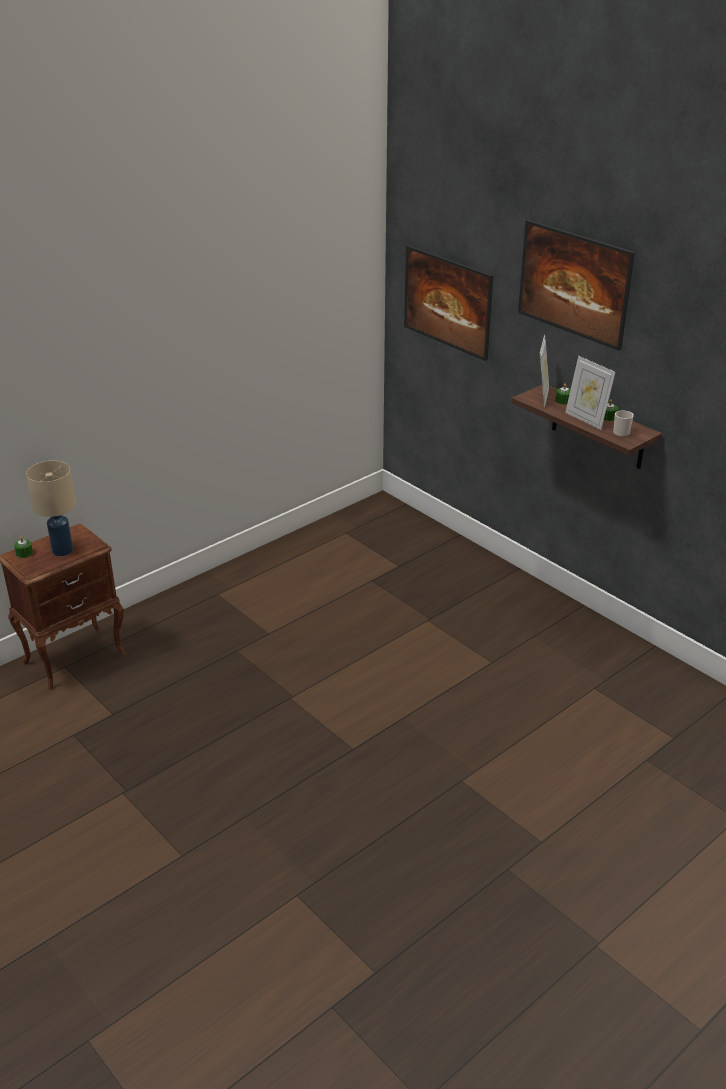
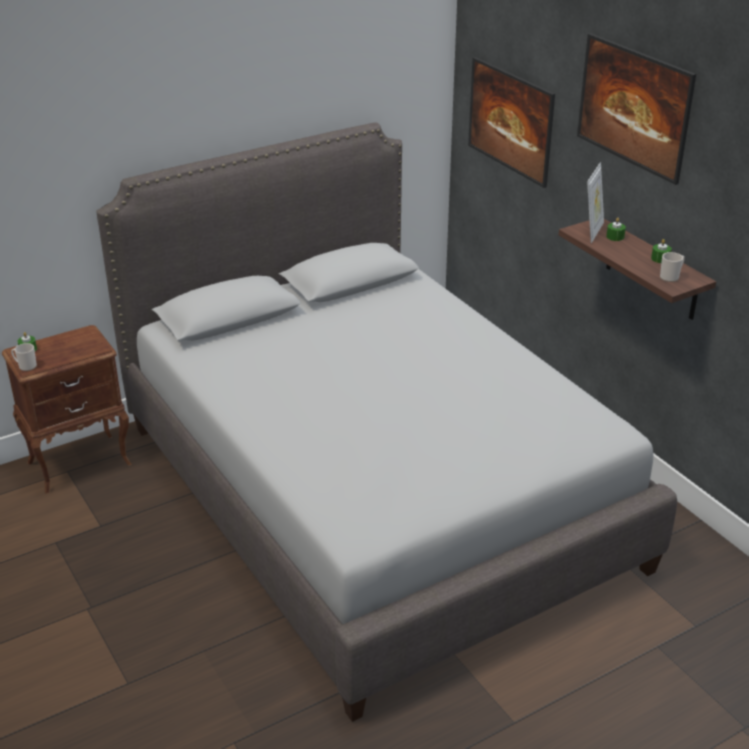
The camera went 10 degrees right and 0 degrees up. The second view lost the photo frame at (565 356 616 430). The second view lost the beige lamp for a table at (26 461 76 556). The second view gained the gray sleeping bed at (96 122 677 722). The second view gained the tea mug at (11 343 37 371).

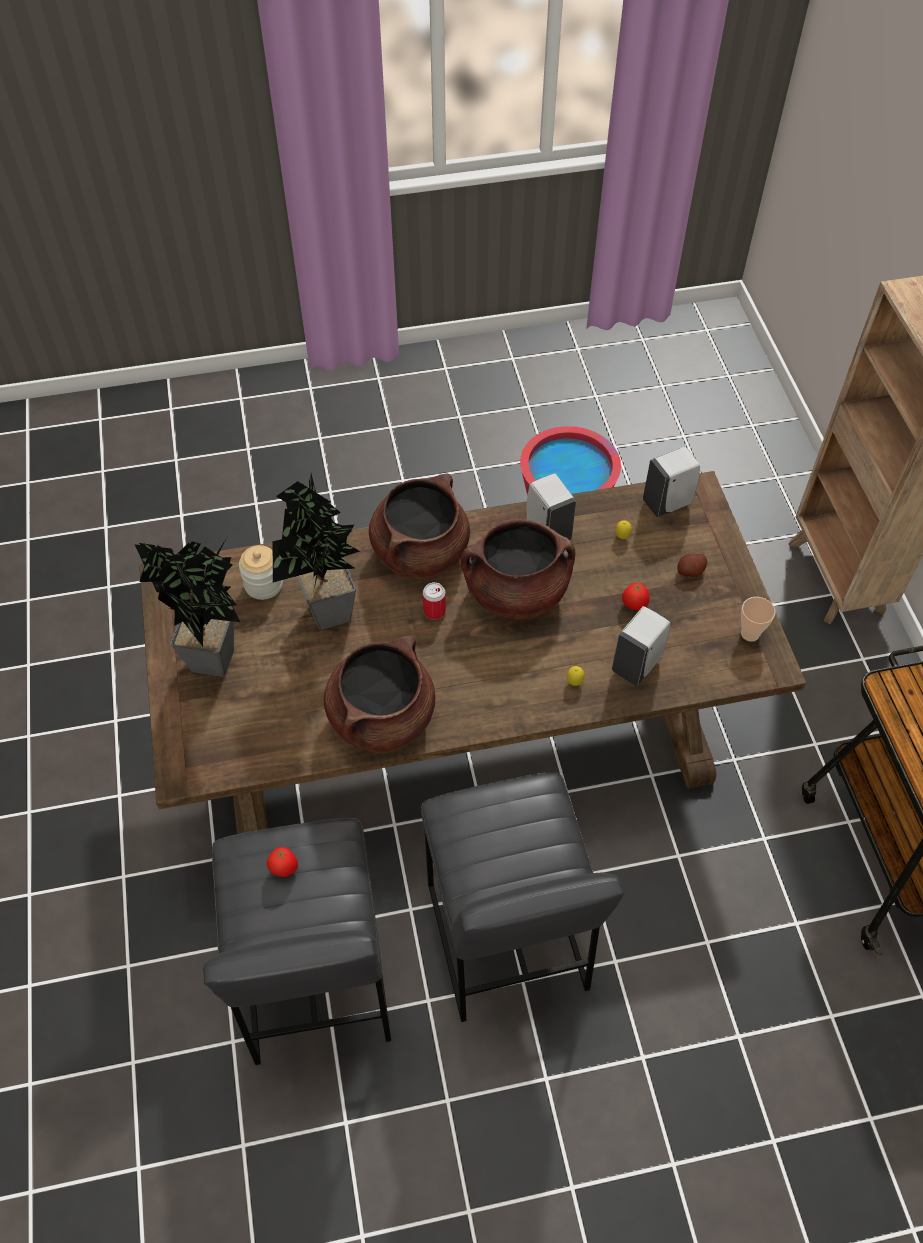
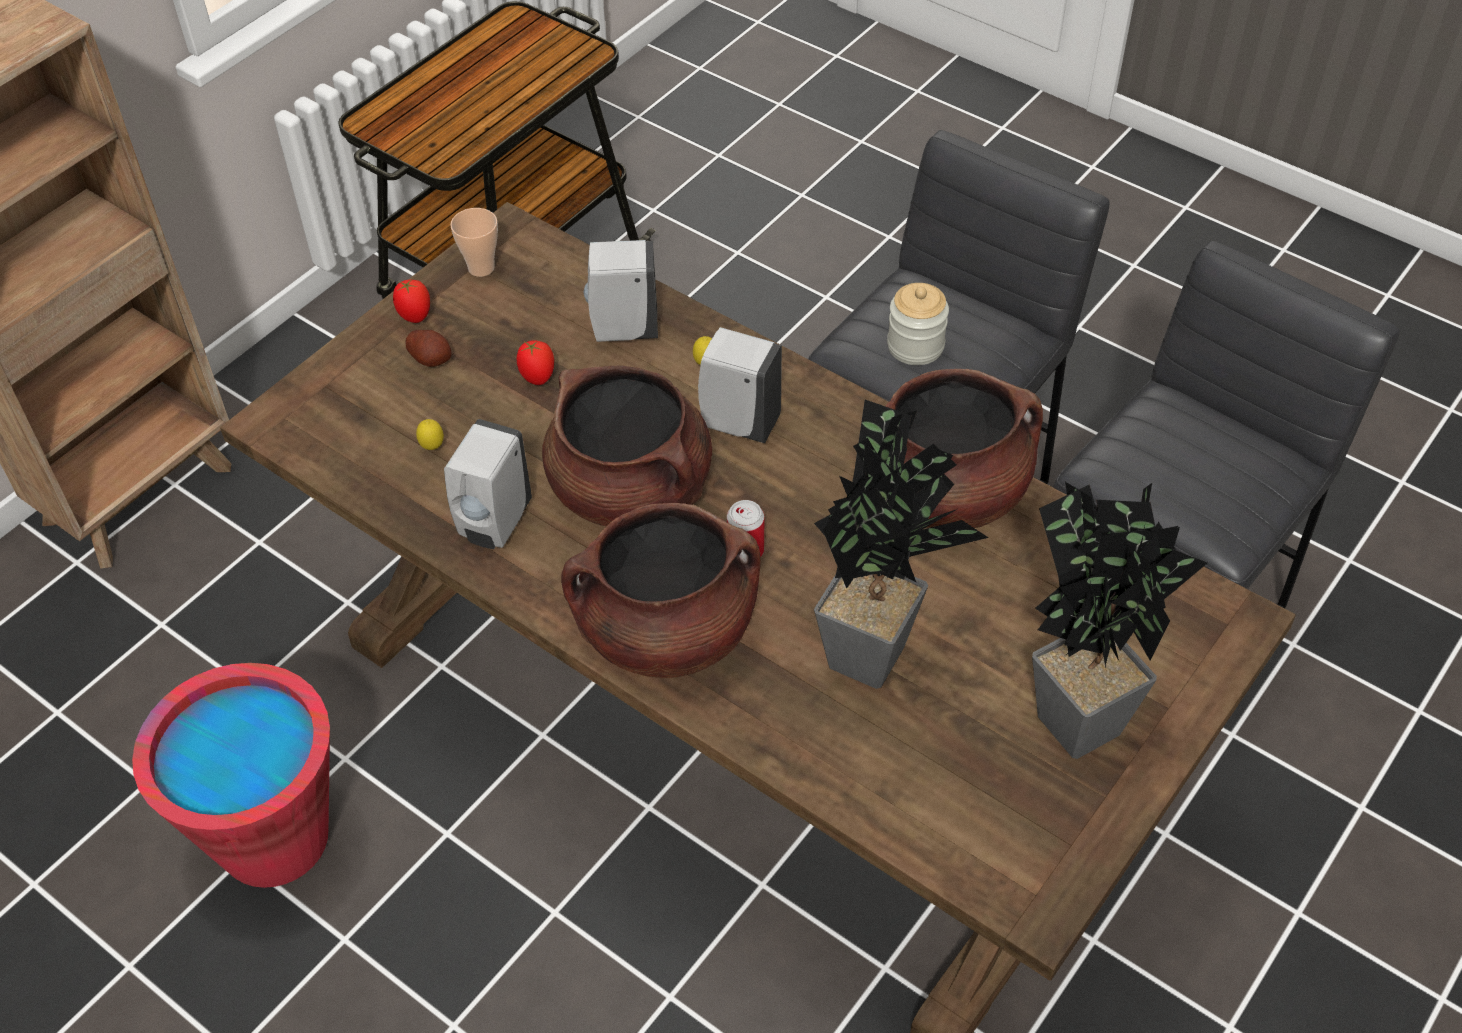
The camera went 130 degrees left and 5 degrees down. The white-coloured soap bottle ended up elsewhere, having gone from (643 446 700 517) to (698 327 782 443). The preserve jar ended up elsewhere, having gone from (239 545 283 600) to (887 283 949 365). The tomato ended up elsewhere, having gone from (267 847 298 877) to (393 280 430 323).

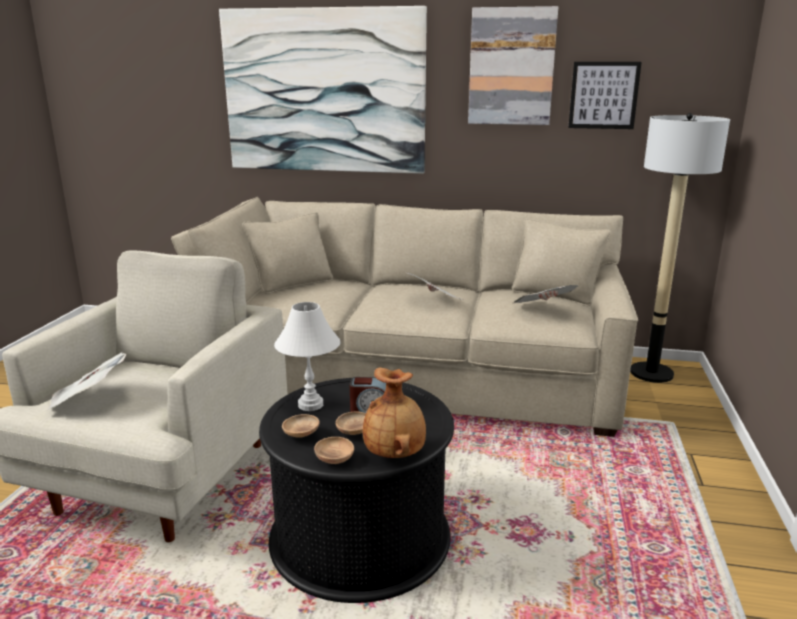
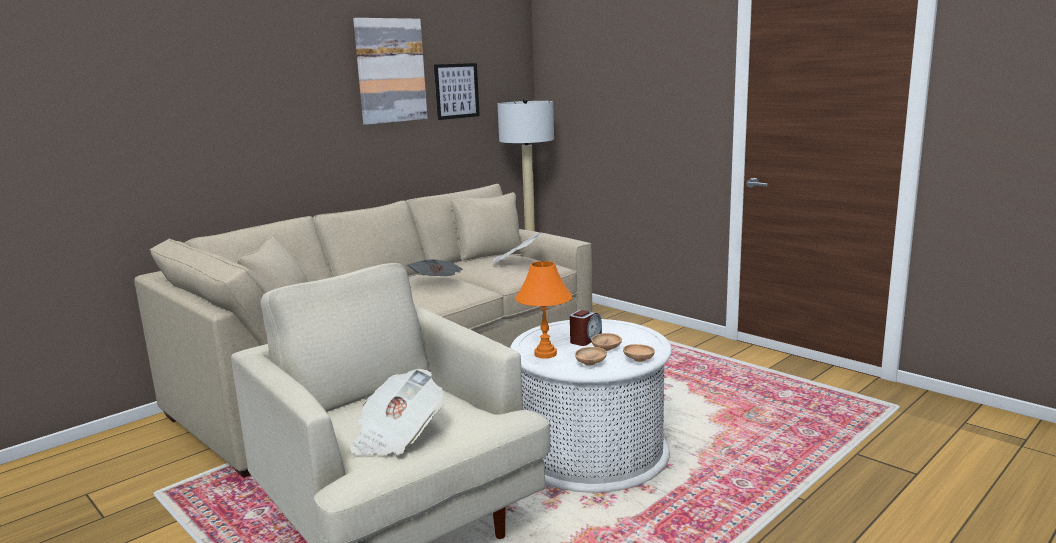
The camera went 55 degrees left and 5 degrees down. The second view lost the picture at (219 6 427 174). What was the white-coloured lamp for a table at (274 302 341 411) turned into the orangey lamp for a table at (515 261 573 359). The second view lost the brown-coloured decorative vase at (363 367 426 458). What was the black-coloured lounge table at (259 378 454 603) turned into the white-coloured lounge table at (510 319 672 493).

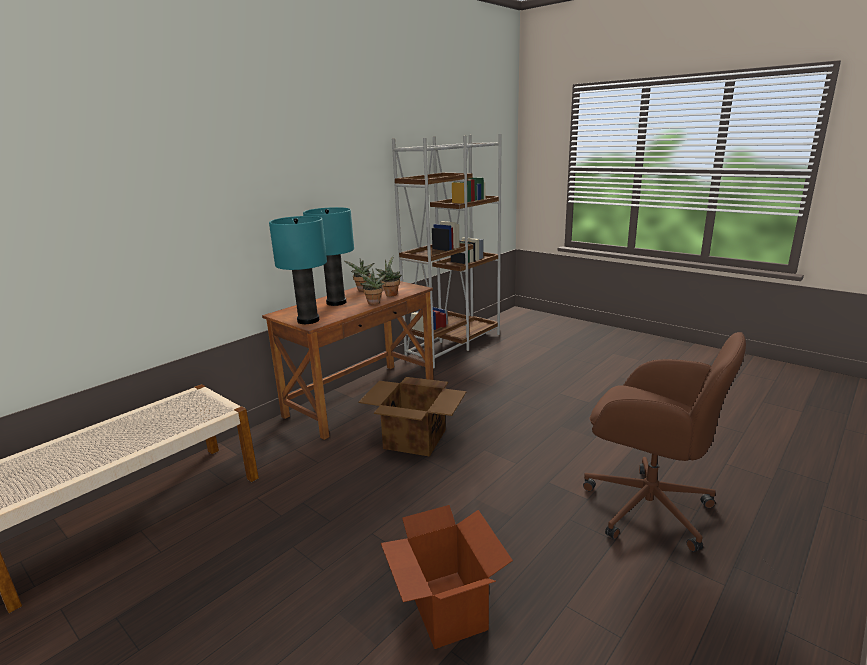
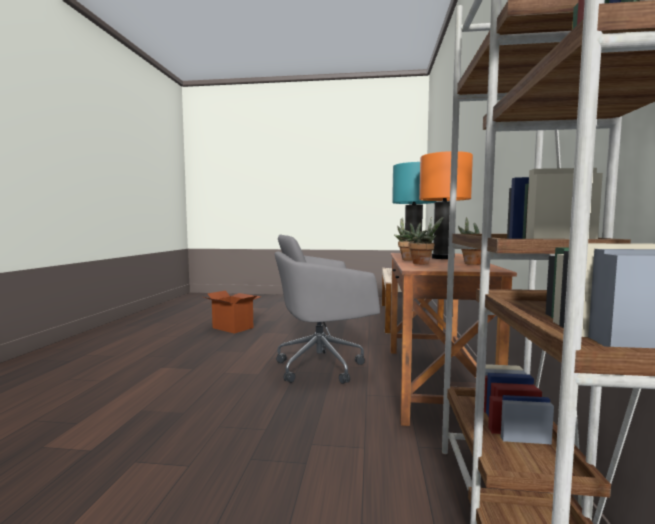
The camera went 145 degrees right and 15 degrees down. What was the blue-green lamp for a table at (303 207 354 306) turned into the orangey lamp for a table at (419 151 473 259). The second view lost the brown-coloured office chair at (583 332 746 552). Where the packing box stood at (359 377 466 457), the gray office chair came to stand at (275 234 380 384).

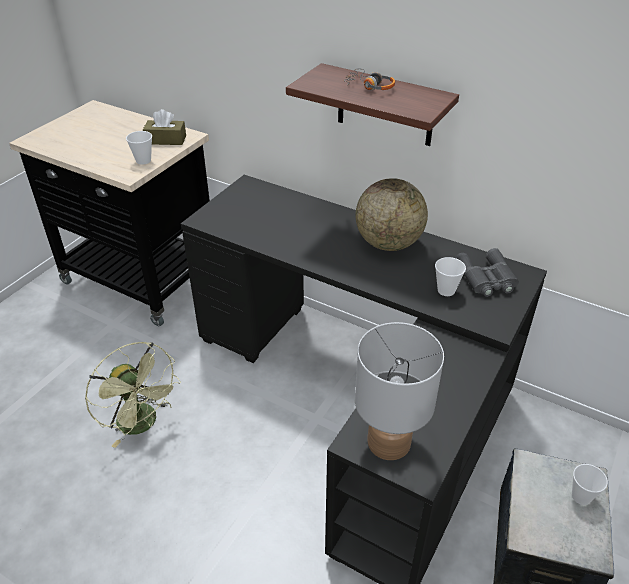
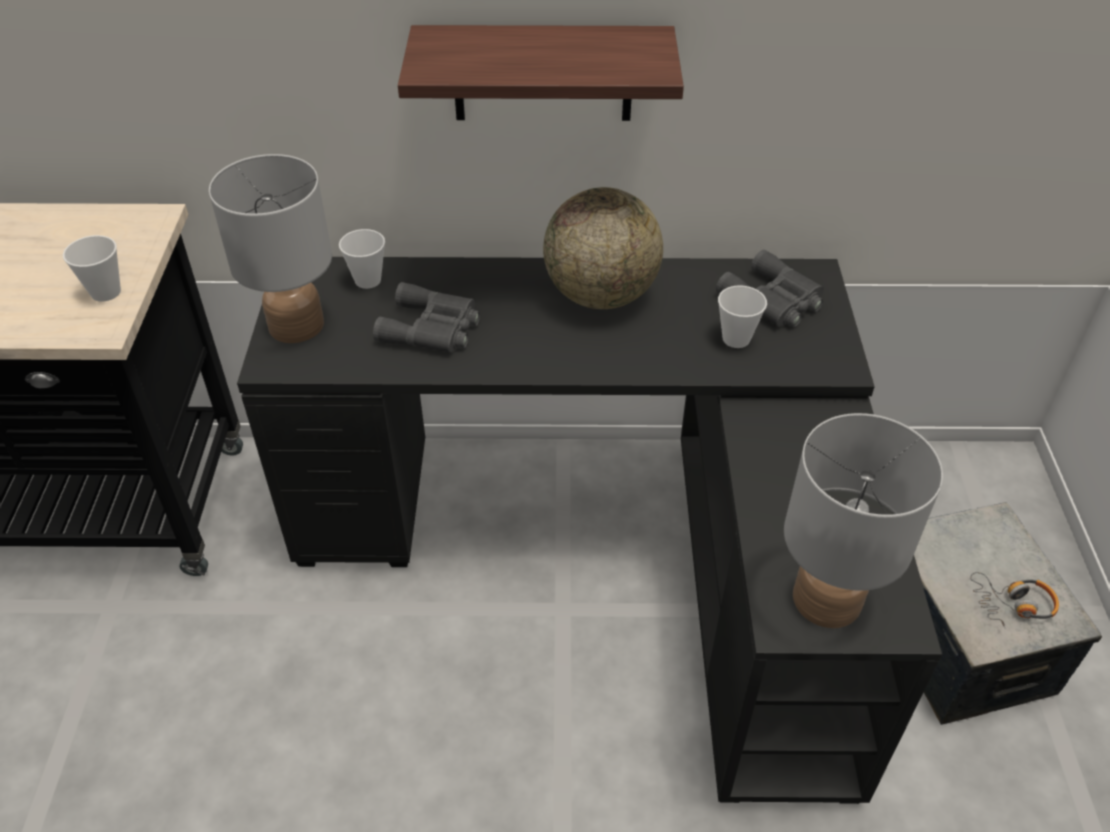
The camera went 30 degrees left and 5 degrees up. The headphones ended up elsewhere, having gone from (345 69 395 90) to (970 572 1059 629). The second view lost the brown-coloured tissue box at (143 109 186 145). The second view lost the green-coloured cooling fan at (85 342 181 448). The cup ended up elsewhere, having gone from (572 464 608 505) to (339 229 385 289). The second view gained the gray lamp for a table at (209 154 332 343). The second view gained the gray binoculars at (373 282 480 353).

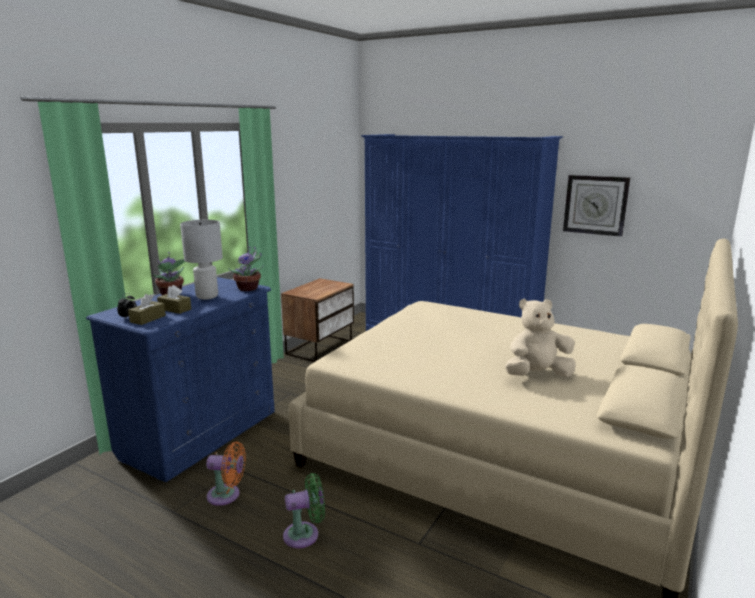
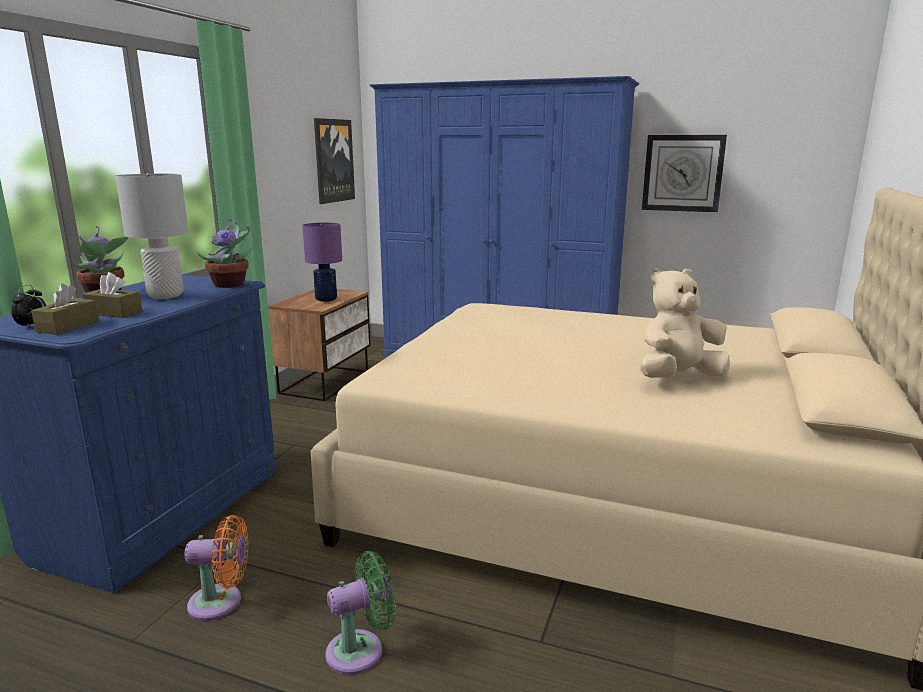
The camera went 10 degrees left and 0 degrees up. The second view gained the picture at (314 118 355 204). The second view gained the purplish lamp for a table at (302 222 342 302).

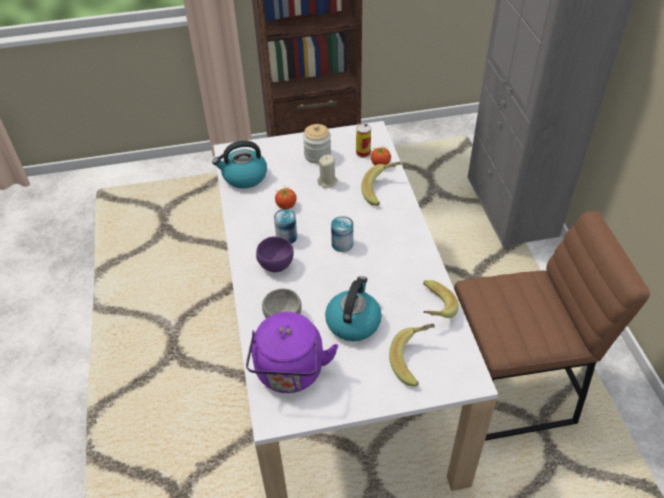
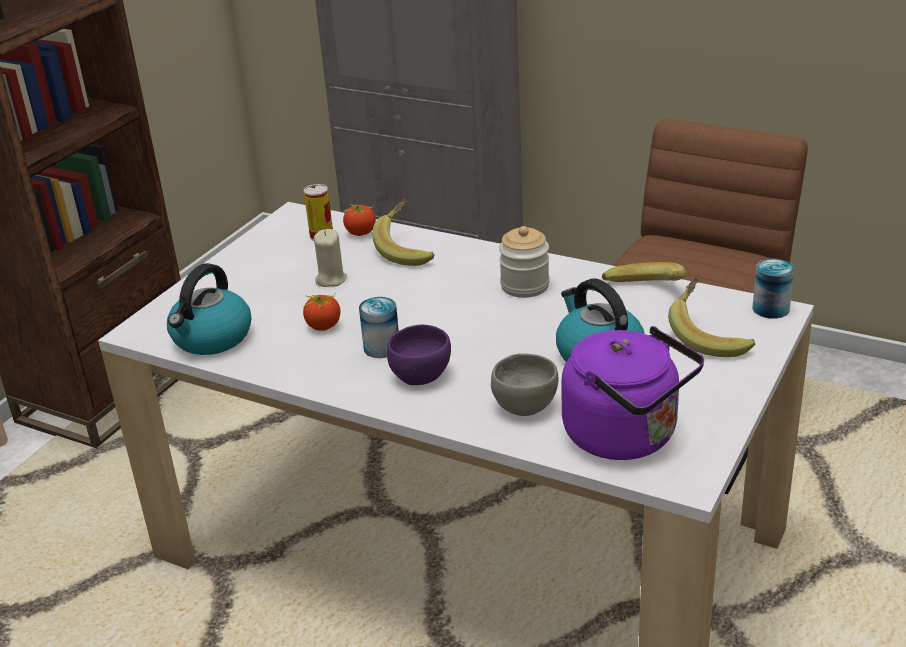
The camera went 50 degrees left and 15 degrees down. The preserve jar ended up elsewhere, having gone from (303 124 331 164) to (499 226 550 298). The metal can ended up elsewhere, having gone from (331 216 353 252) to (753 258 794 319).

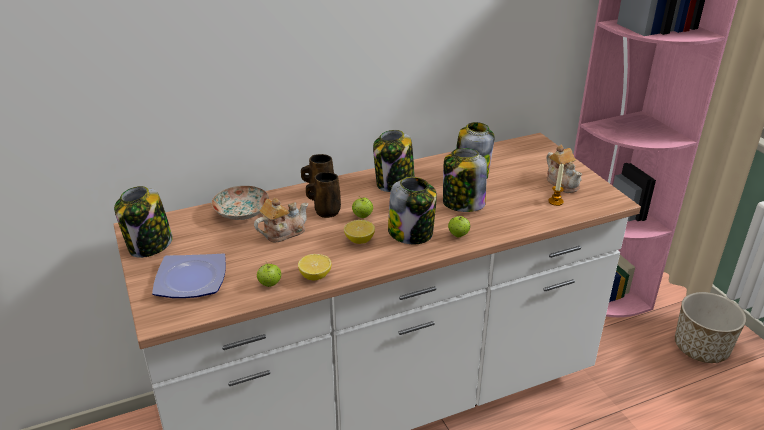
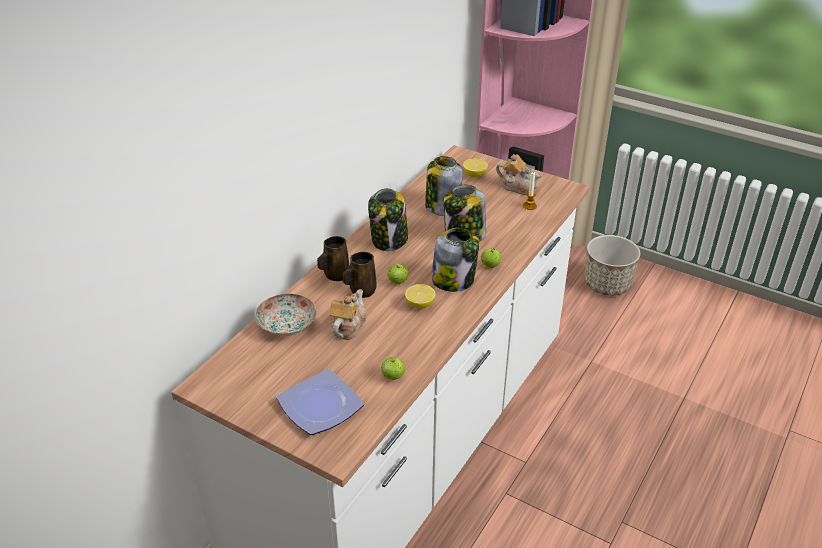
The camera went 35 degrees left and 5 degrees up. The second view lost the preserve jar at (114 186 173 258). The citrus fruit ended up elsewhere, having gone from (298 254 332 280) to (463 158 488 178).

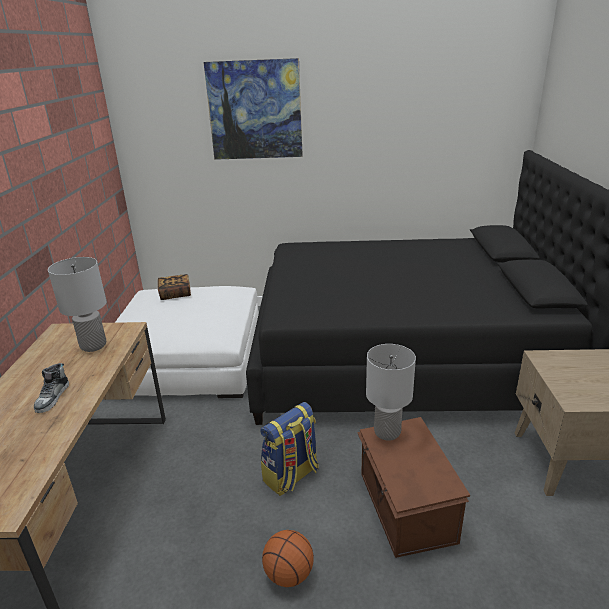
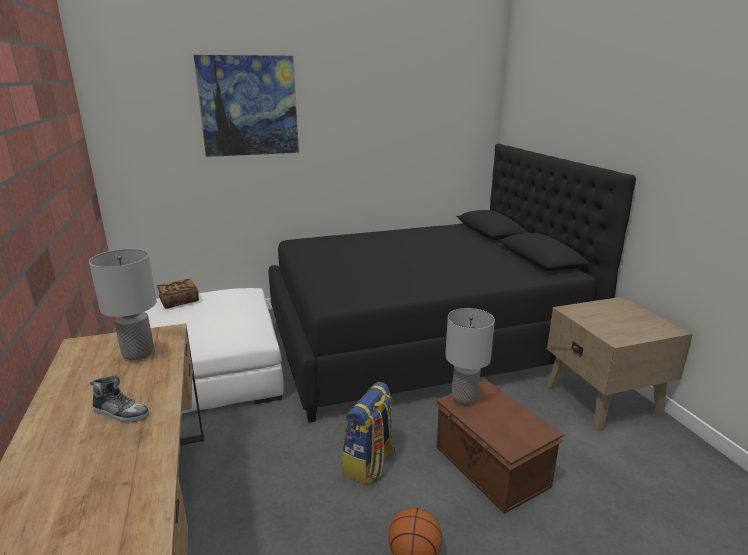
The camera went 20 degrees left and 5 degrees down. The item of footwear at (34 363 69 413) ended up facing another way, 60 degrees counterclockwise from before.

